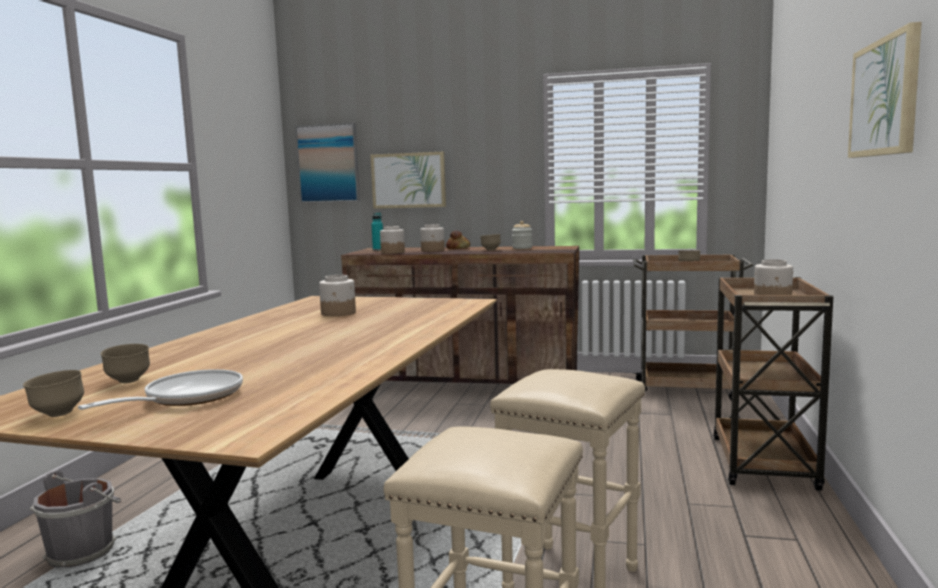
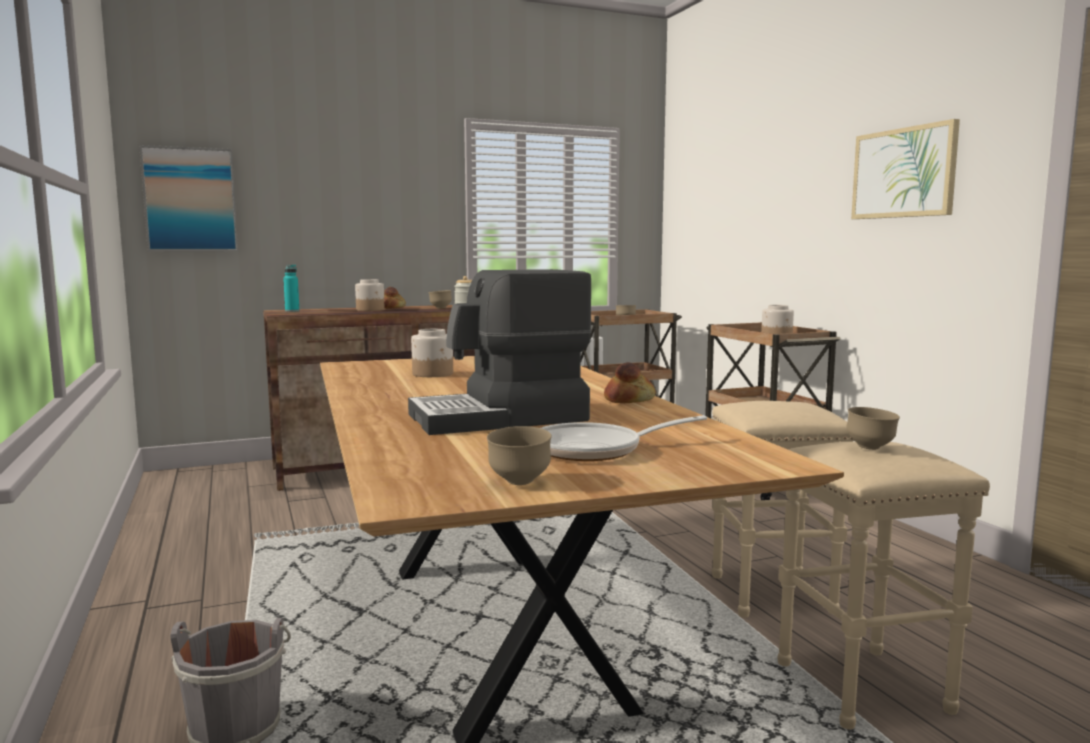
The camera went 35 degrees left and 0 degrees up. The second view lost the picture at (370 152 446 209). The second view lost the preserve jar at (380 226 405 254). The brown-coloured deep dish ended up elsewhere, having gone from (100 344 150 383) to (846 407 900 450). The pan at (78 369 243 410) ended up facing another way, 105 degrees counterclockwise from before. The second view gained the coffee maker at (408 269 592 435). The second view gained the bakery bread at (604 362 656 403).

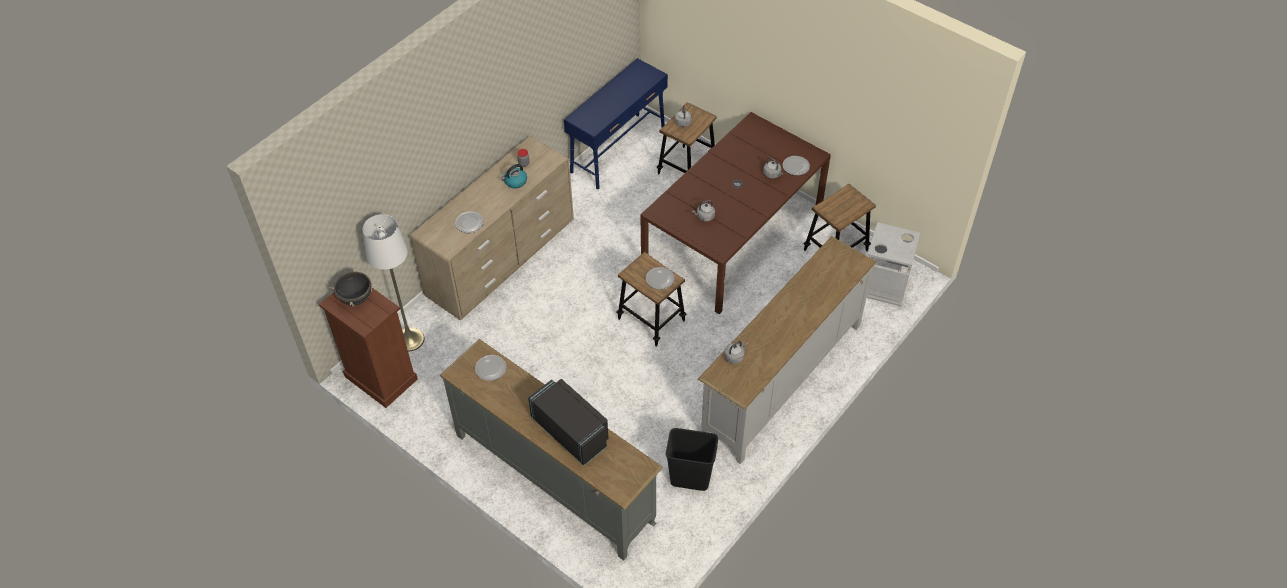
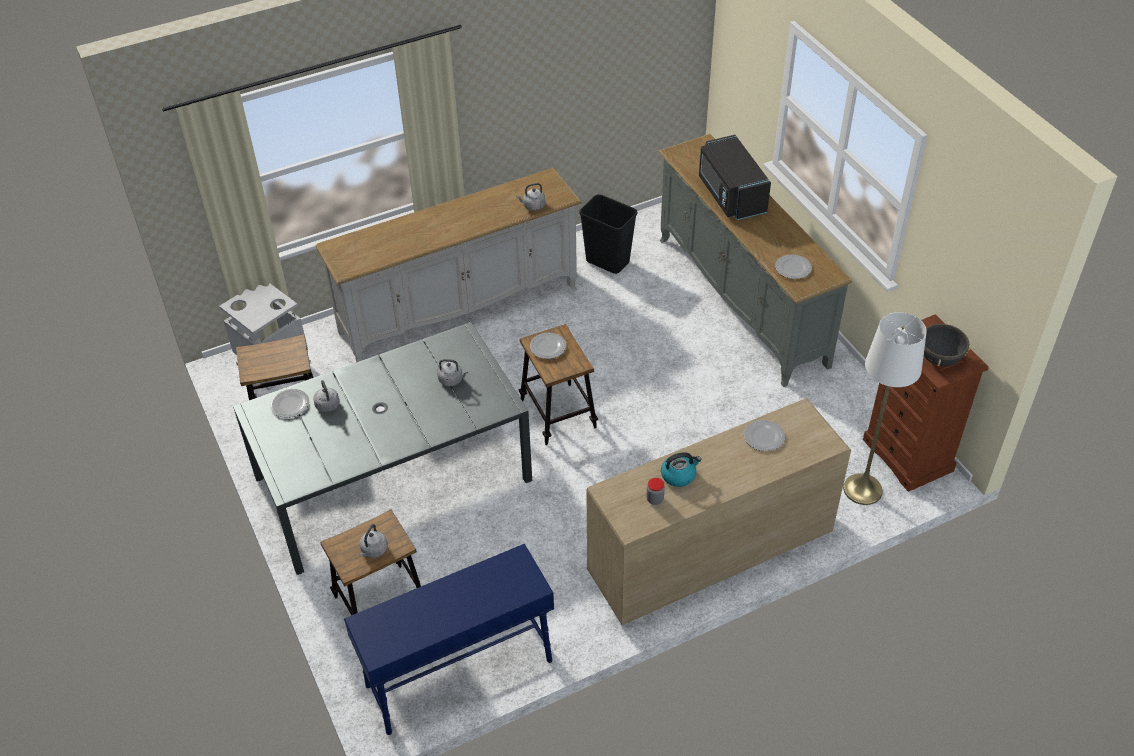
The camera went 155 degrees left and 5 degrees down. What was the brown-coloured kitchen table at (641 112 831 314) turned into the gray kitchen table at (233 322 533 575).

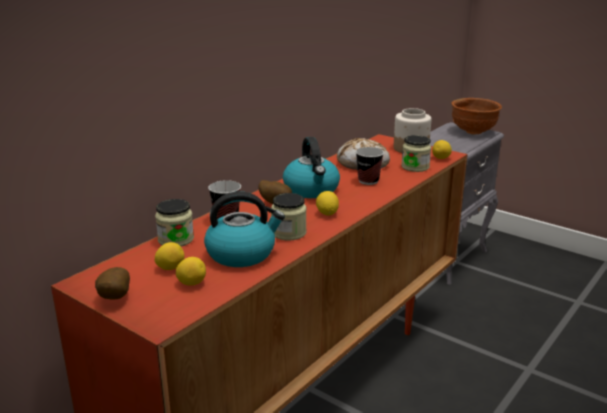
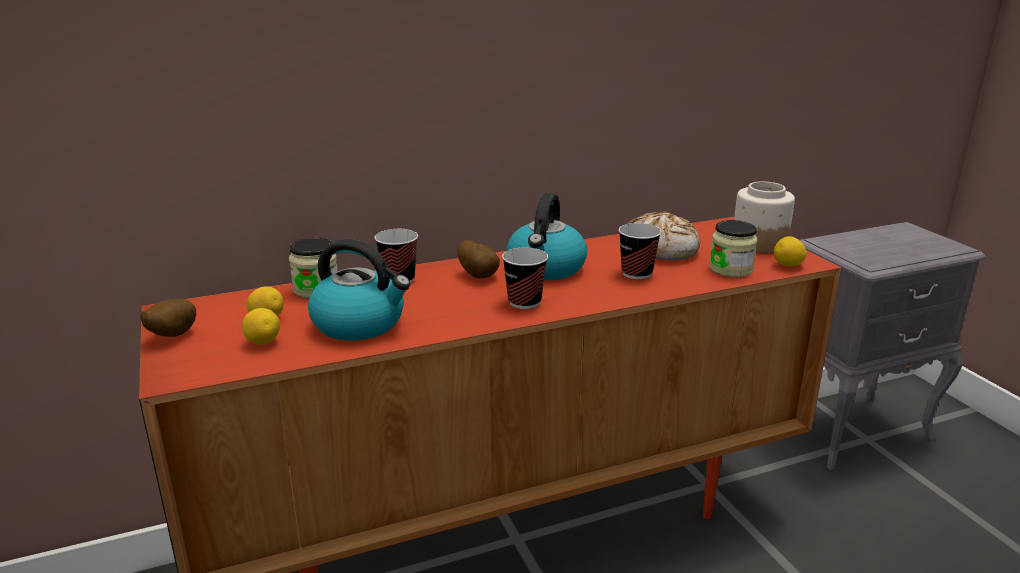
The camera went 30 degrees right and 0 degrees up. The second view lost the brown-coloured deep dish at (452 98 502 135). Where the citrus fruit stood at (316 191 339 216), the cup came to stand at (502 247 548 309). The second view lost the preserve jar at (271 193 307 240).

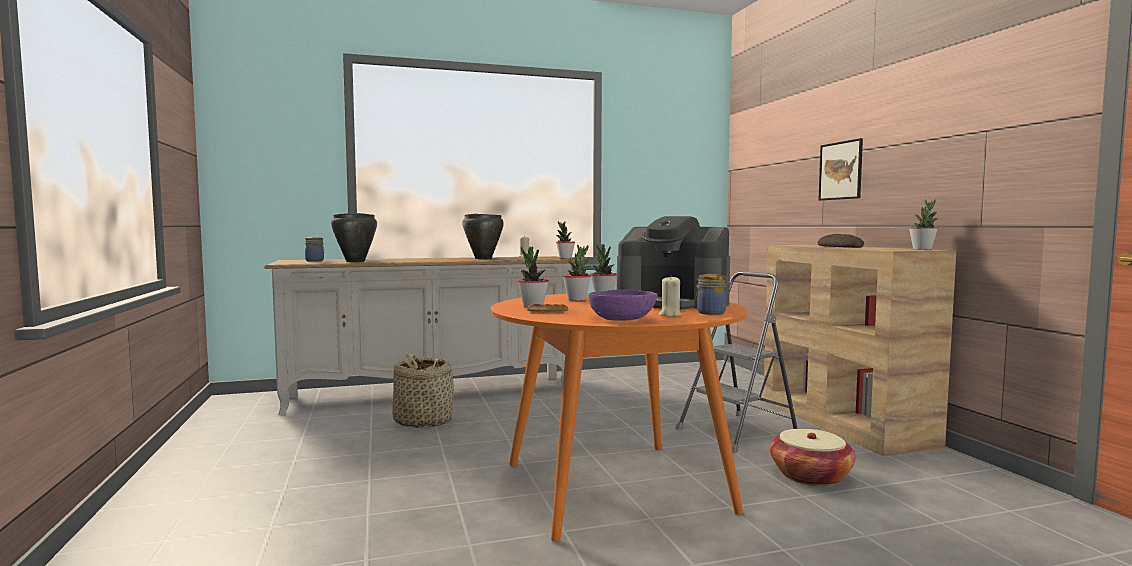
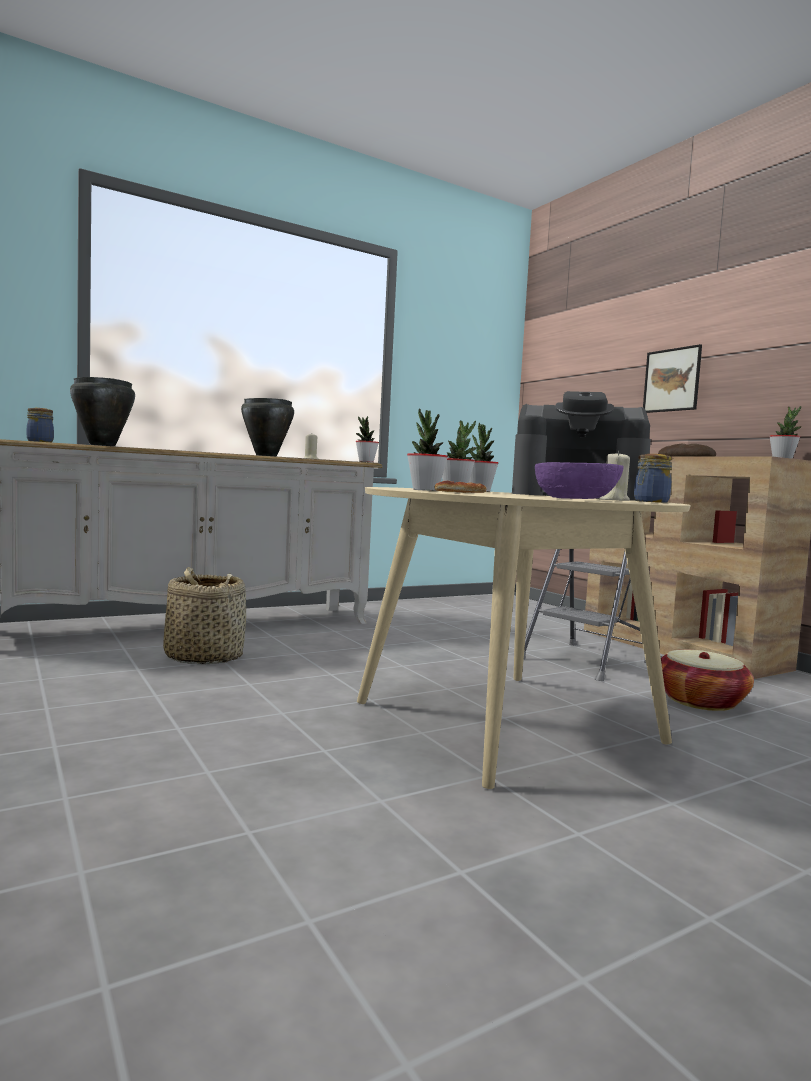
The camera went 15 degrees left and 0 degrees up. What was the orangey kitchen table at (491 293 748 542) turned into the beige kitchen table at (357 487 691 789).

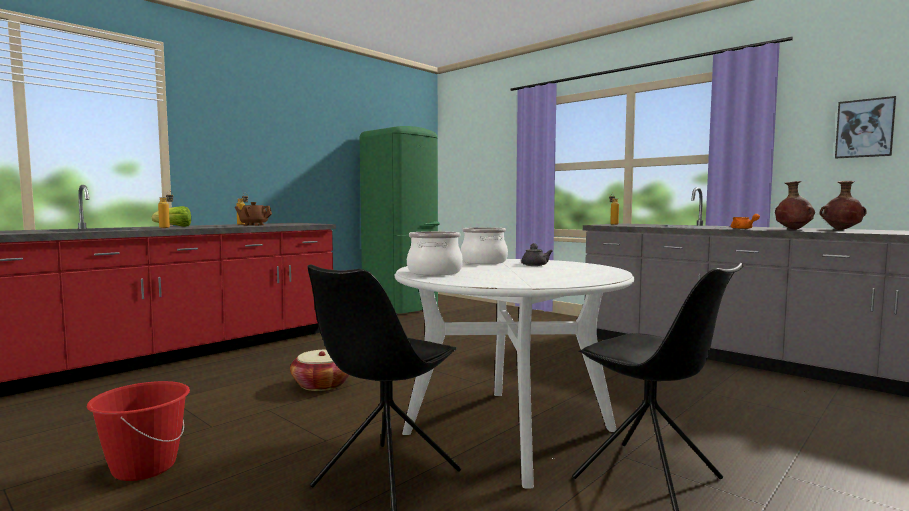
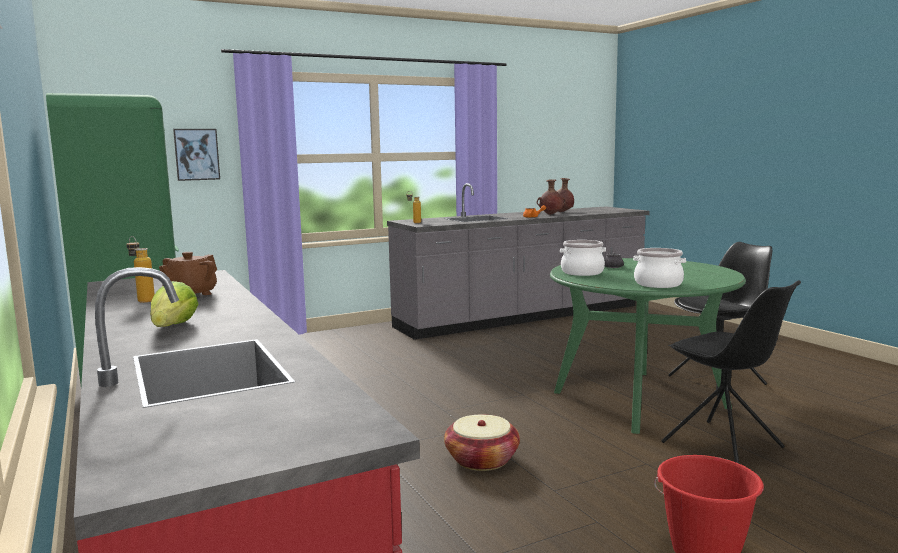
The camera went 70 degrees left and 5 degrees up. The picture ended up elsewhere, having gone from (835 96 896 159) to (173 129 220 181). The second view lost the drink bottle at (158 191 174 228). What was the white-coloured kitchen table at (394 259 635 488) turned into the green-coloured kitchen table at (550 258 746 434).

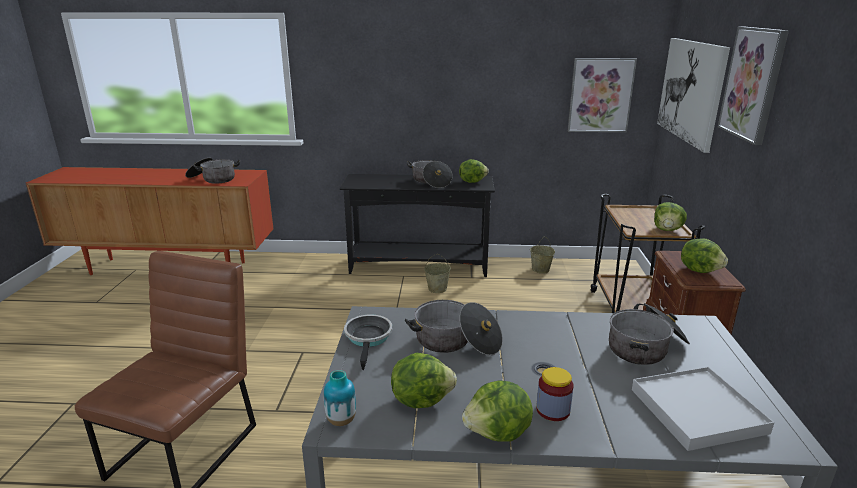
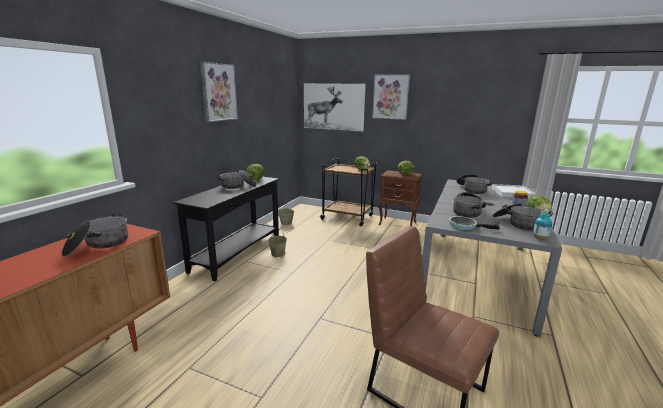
The camera went 70 degrees left and 5 degrees down. The picture ended up elsewhere, having gone from (568 58 637 133) to (200 62 238 122). Where the lettuce head stood at (391 353 457 408), the stockpot came to stand at (492 203 553 231).

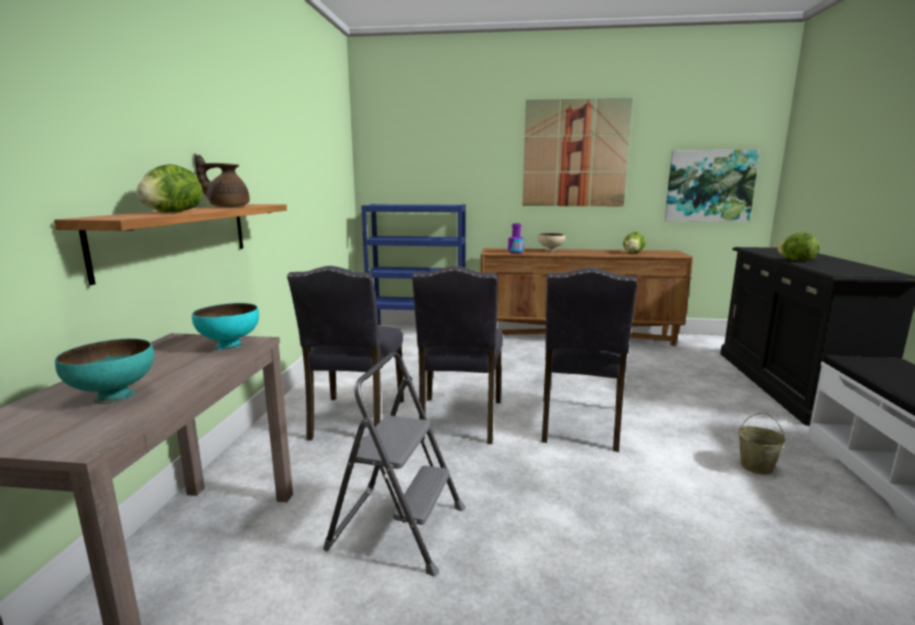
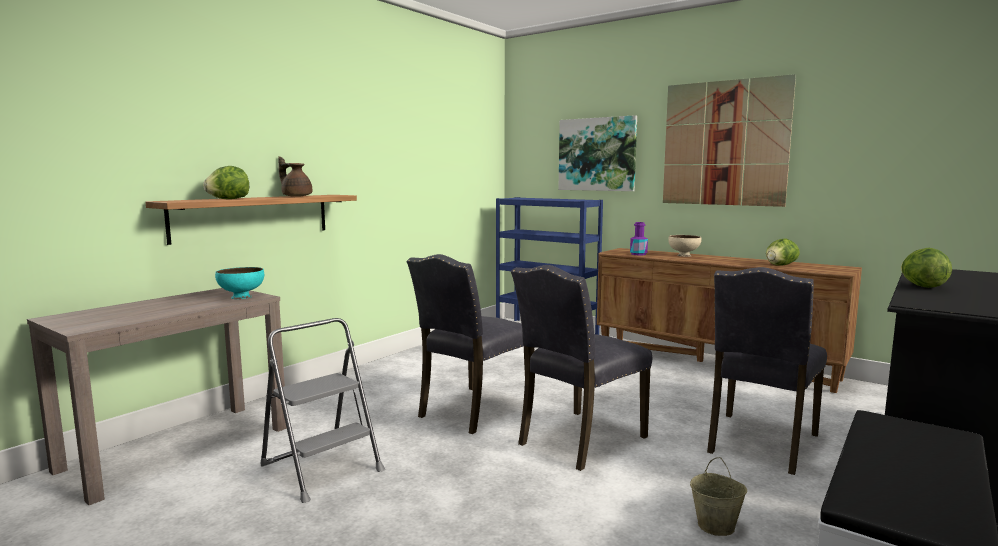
The camera went 30 degrees right and 5 degrees down. The picture ended up elsewhere, having gone from (665 150 760 222) to (558 115 637 191). The gray chair ended up elsewhere, having gone from (287 266 404 441) to (707 267 827 475). The second view lost the blue-green deep dish at (55 338 154 404).

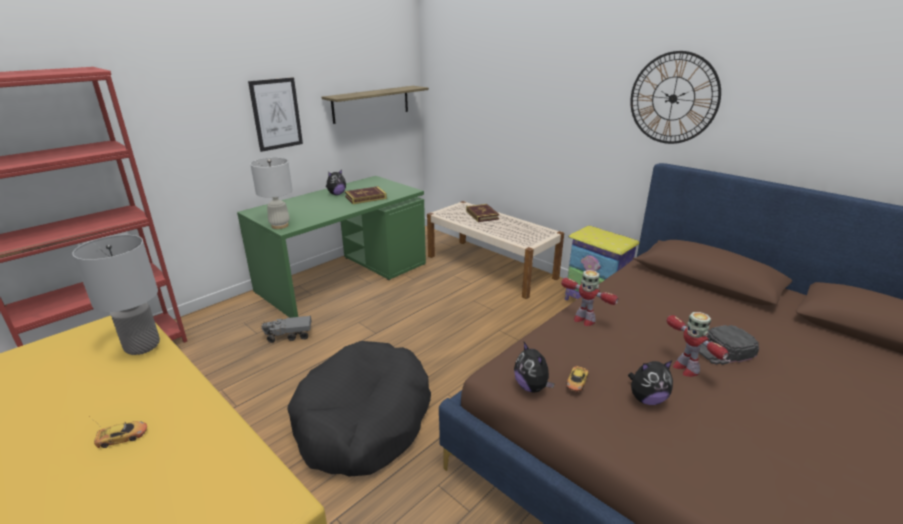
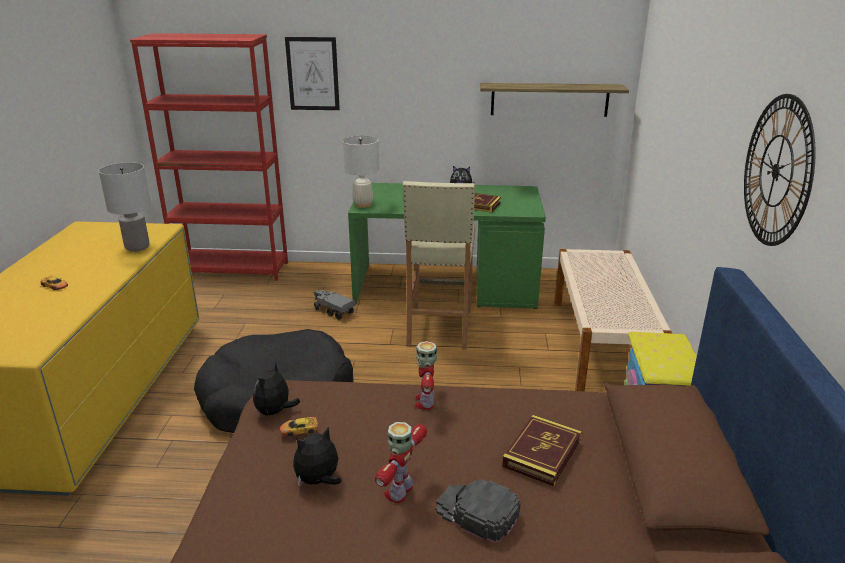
The camera went 50 degrees right and 0 degrees up. The picture ended up elsewhere, having gone from (248 77 303 152) to (285 37 340 110). The bound book ended up elsewhere, having gone from (466 204 499 222) to (502 415 582 487). The plush toy at (628 361 673 405) ended up facing another way, 105 degrees clockwise from before. The second view gained the beige stool at (403 181 475 350).

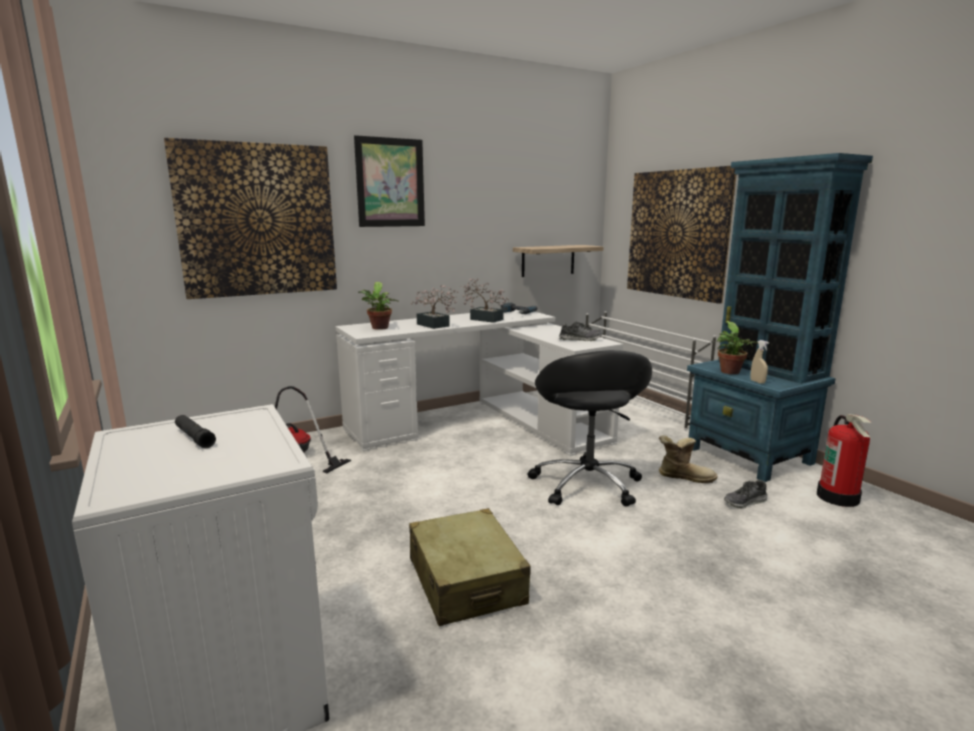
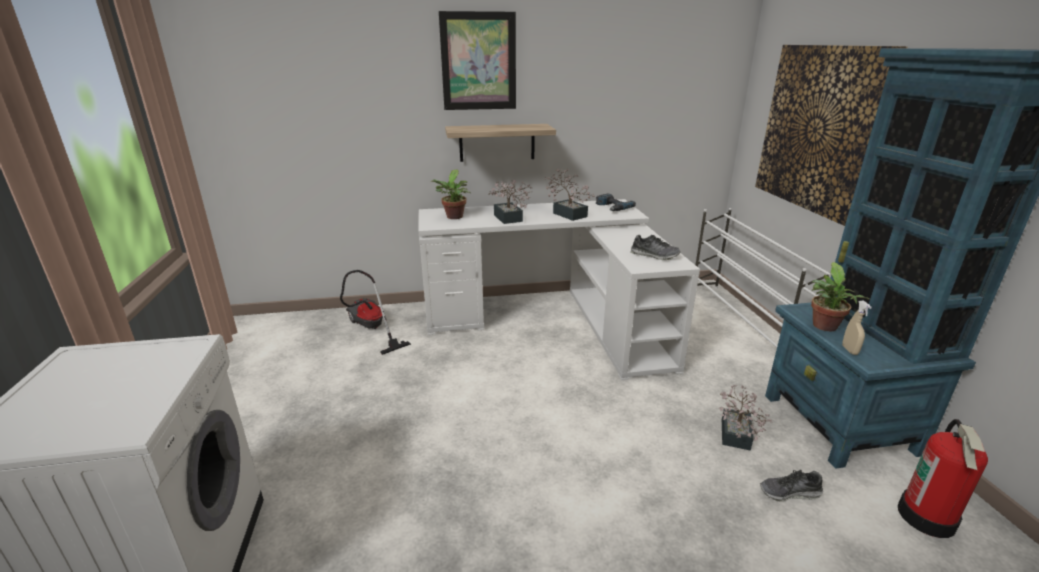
The camera went 20 degrees right and 10 degrees up. The second view lost the picture at (164 138 337 299). The bracket shelf ended up elsewhere, having gone from (513 245 603 277) to (445 124 556 162). The second view lost the black-coloured office chair at (527 350 652 506). The second view lost the black-coloured hand torch at (175 415 216 448). Where the boot stood at (659 435 718 484), the potted plant came to stand at (719 385 772 451). The second view lost the beige piece of luggage at (409 508 531 626).

